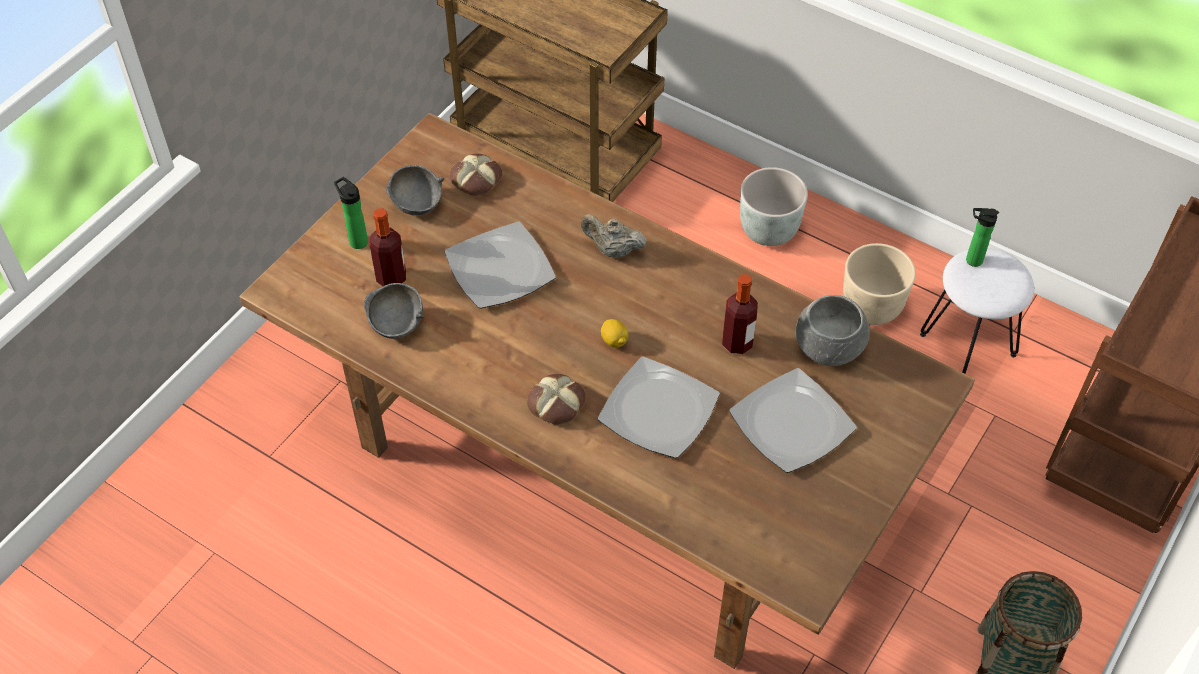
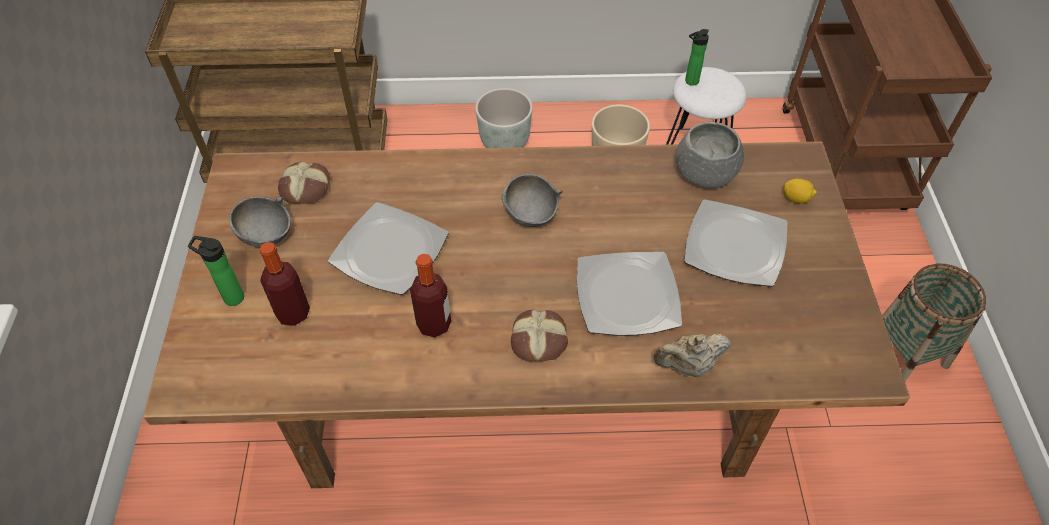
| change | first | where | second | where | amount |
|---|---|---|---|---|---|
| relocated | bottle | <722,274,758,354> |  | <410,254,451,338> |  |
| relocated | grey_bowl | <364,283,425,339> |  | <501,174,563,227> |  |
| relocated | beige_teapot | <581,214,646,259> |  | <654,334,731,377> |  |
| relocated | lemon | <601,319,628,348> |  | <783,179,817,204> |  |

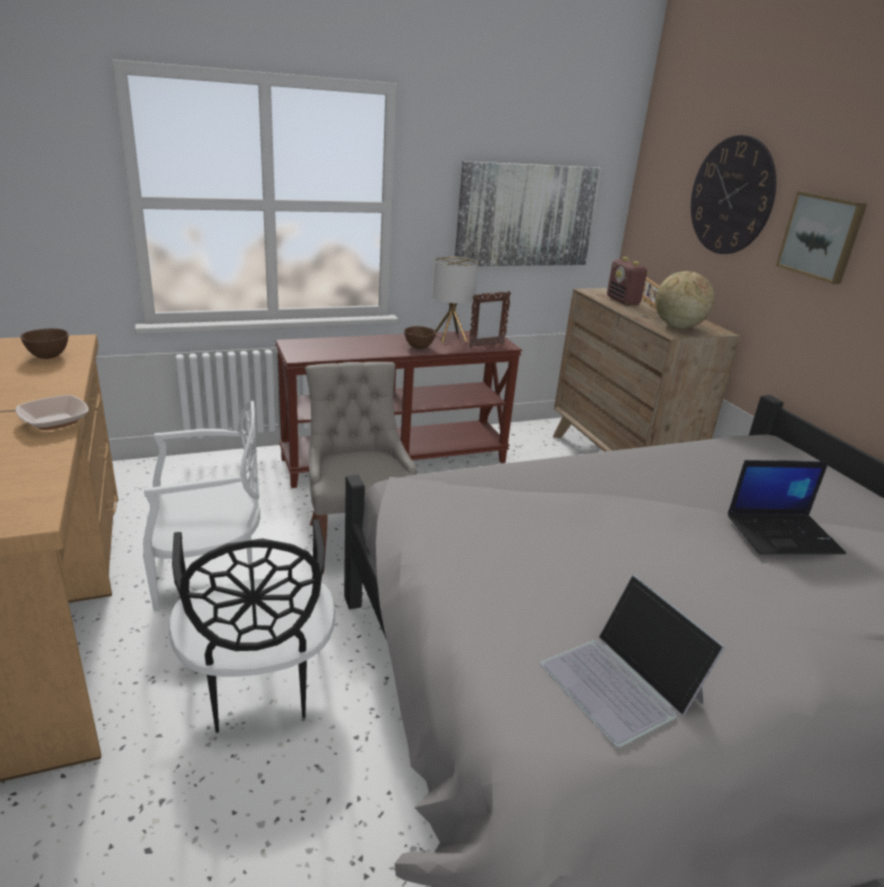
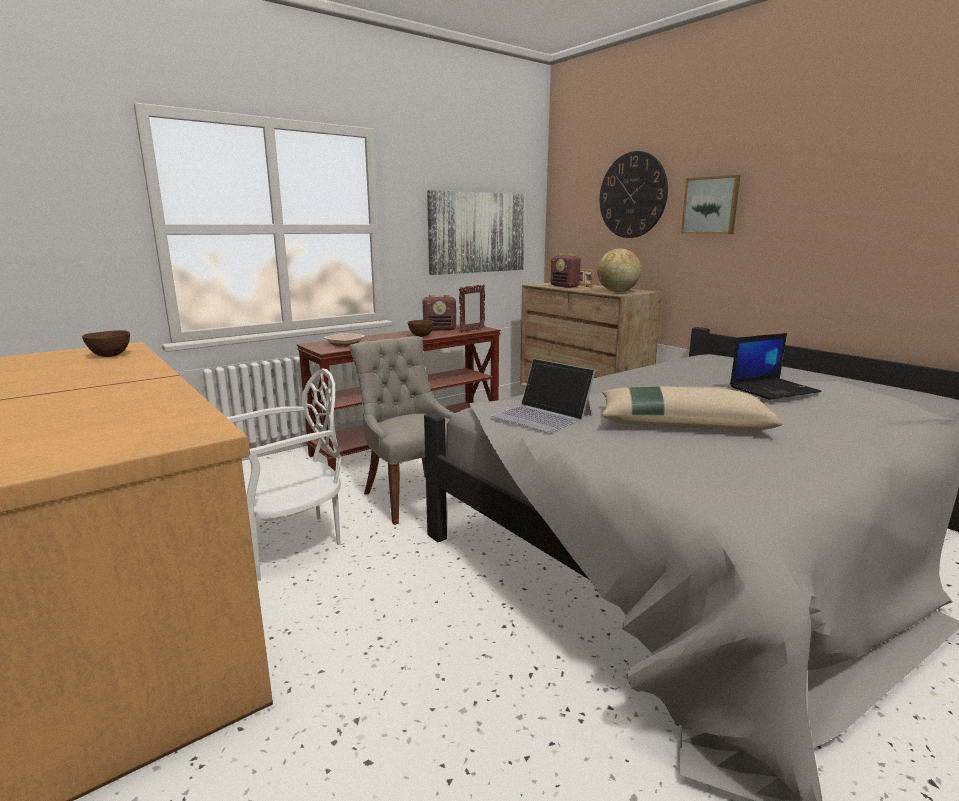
| change | first | where | second | where | amount |
|---|---|---|---|---|---|
| relocated | bowl | <16,395,89,430> |  | <324,333,364,347> |  |
| exchanged | table_lamp | <432,256,478,343> | radio | <423,294,456,331> |  |
| relocated | laptop | <540,575,725,747> |  | <490,358,596,433> |  |
| appeared |  |  | beige_pillow | <602,386,783,430> |  |
| missing | black_chair | <169,519,335,733> |  |  |  |

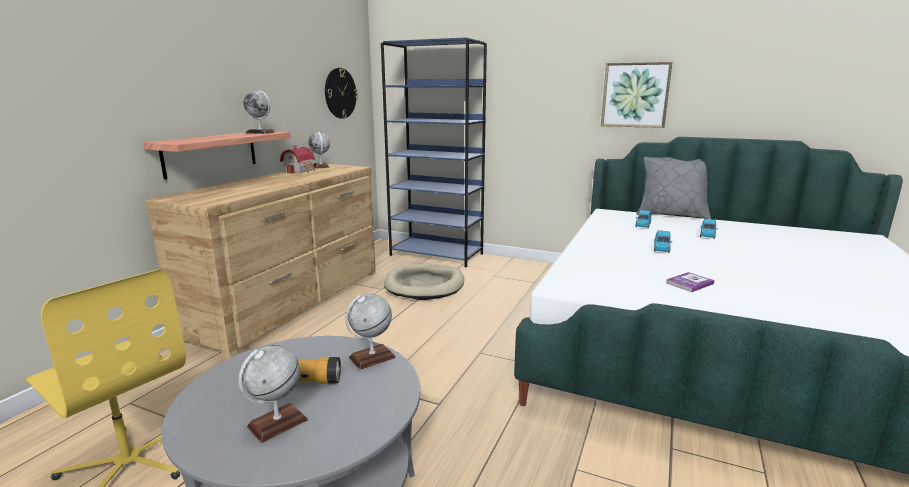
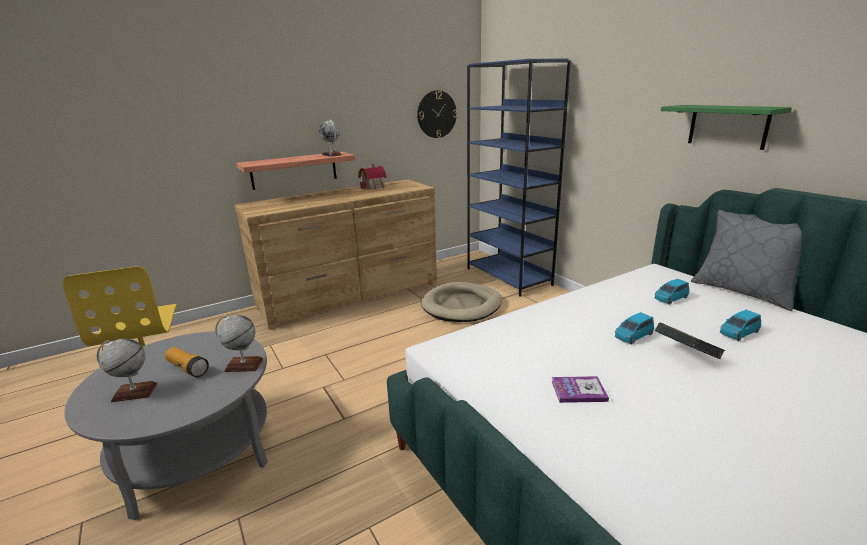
| change | first | where | second | where | amount |
|---|---|---|---|---|---|
| appeared |  |  | book | <655,323,725,359> |  |
| exchanged | picture | <601,62,673,128> | green_shelf | <661,105,792,150> |  |
| missing | globe | <308,131,330,169> |  |  |  |

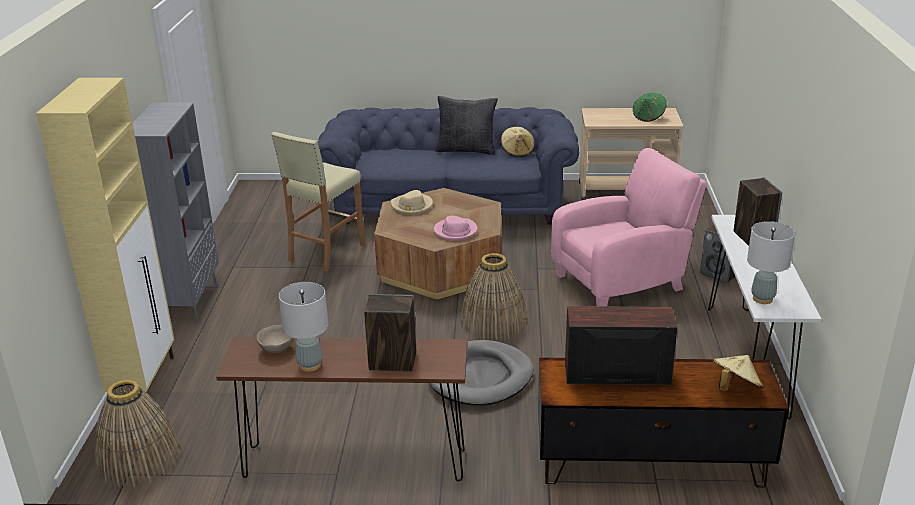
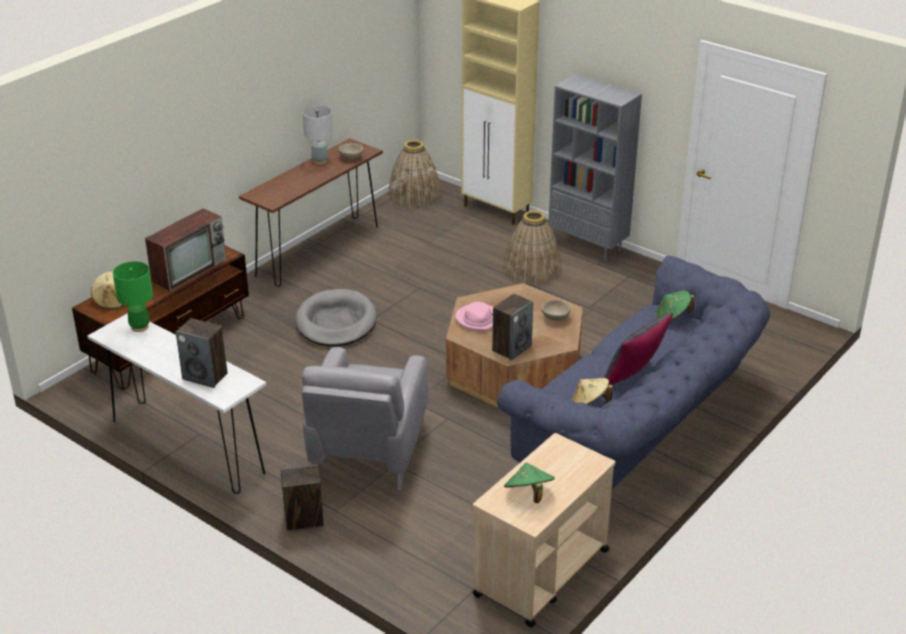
| change | first | where | second | where | amount |
|---|---|---|---|---|---|
| colour | grey_table_lamp | <747,221,795,304> | green_table_lamp | <113,261,153,332> |  |
| colour | pink_armchair | <551,148,707,306> | grey_armchair | <302,347,428,491> |  |
| relocated | speaker | <364,294,417,372> |  | <492,294,533,360> |  |
| relocated | basket | <460,253,528,341> |  | <503,211,561,285> |  |
| exchanged | beige_hat | <391,190,433,215> | beige_bowl | <542,300,570,321> |  |
| appeared |  |  | green_hat | <656,291,695,320> |  |
| missing | beige_stool | <271,132,365,272> |  |  |  |

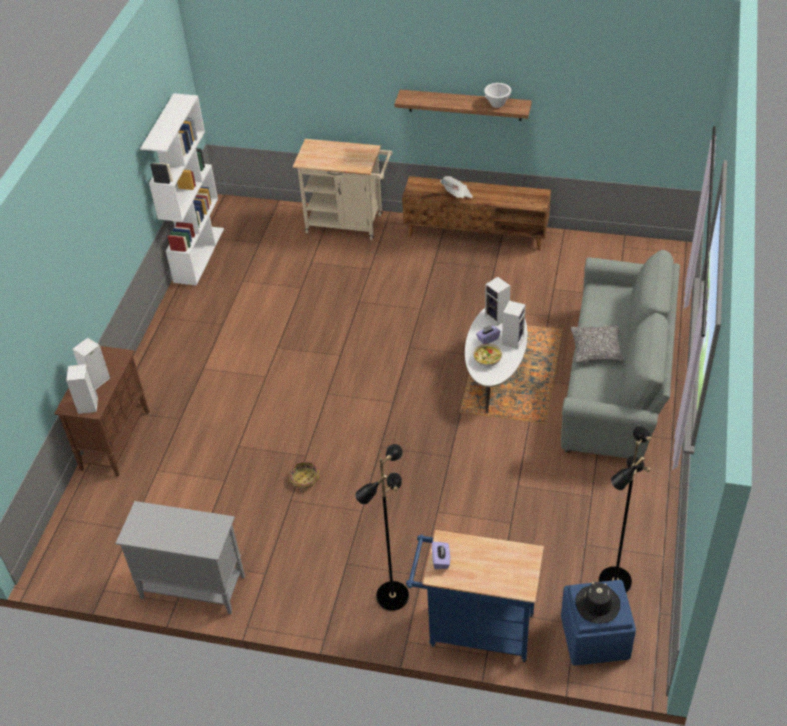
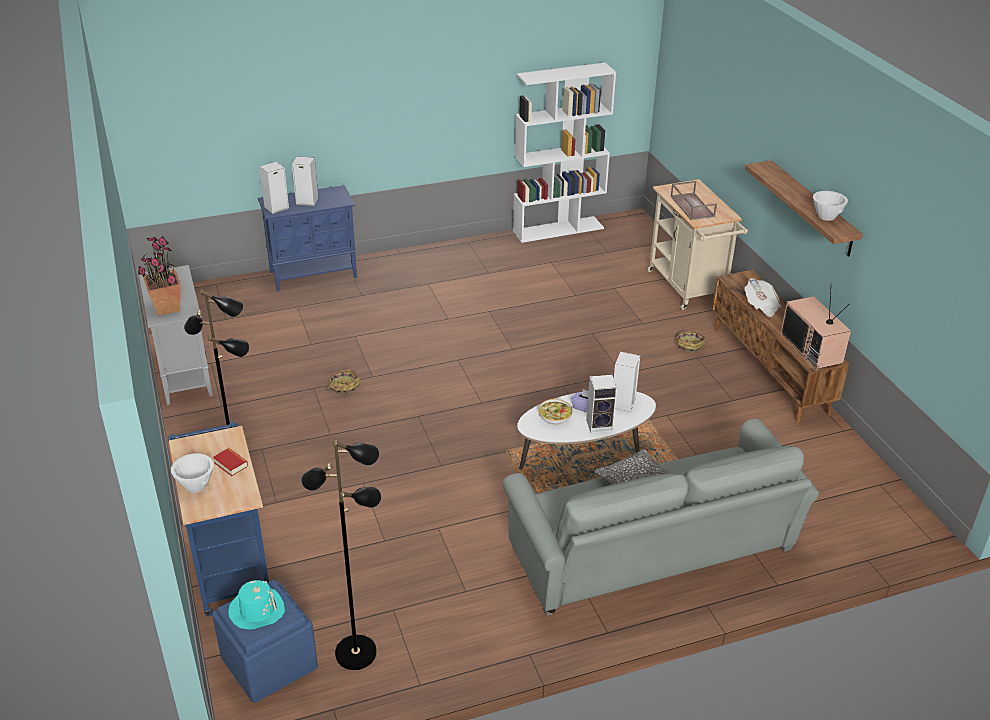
| change | first | where | second | where | amount |
|---|---|---|---|---|---|
| appeared |  |  | potted_plant | <138,237,181,316> |  |
| appeared |  |  | white_bowl | <171,454,214,493> |  |
| appeared |  |  | book | <213,448,248,476> |  |
| colour | black_hat | <576,582,620,624> | turquoise_hat | <228,580,285,629> |  |
| colour | brown_cabinet | <54,346,149,477> | blue_cabinet | <258,185,357,292> |  |
| appeared |  |  | brown_tray | <671,181,717,220> |  |
| appeared |  |  | basket | <676,330,706,353> |  |
| appeared |  |  | television | <781,284,851,369> |  |
| missing | purple_tissue_box | <432,542,450,569> |  |  |  |

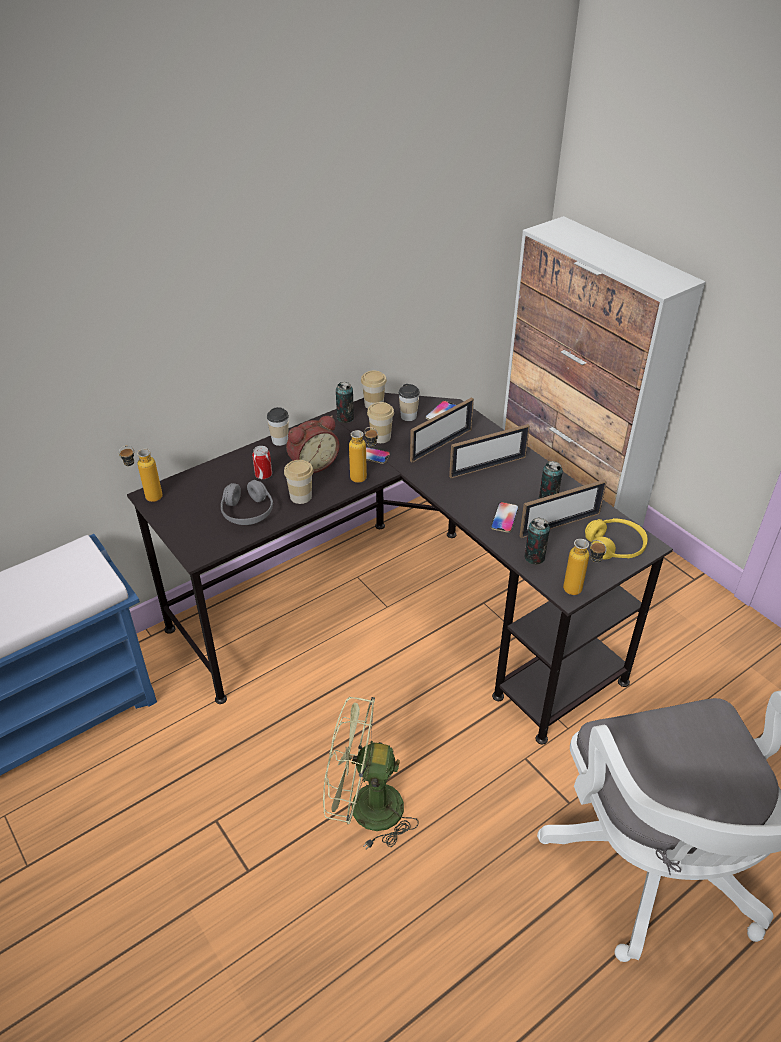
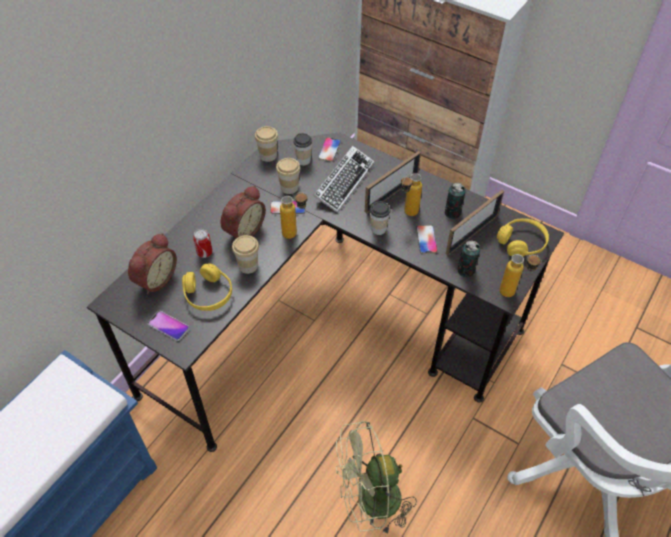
| change | first | where | second | where | amount |
|---|---|---|---|---|---|
| appeared |  |  | alarm_clock | <128,233,177,295> |  |
| appeared |  |  | phone | <148,311,189,341> |  |
| colour | grey_headphones | <221,480,273,525> | yellow_headphones | <182,264,232,311> |  |
| exchanged | picture_frame | <410,397,474,463> | keyboard | <313,146,375,213> |  |
| relocated | cup | <267,407,289,446> |  | <370,201,391,235> |  |
| relocated | bottle | <119,446,163,502> |  | <401,173,422,216> |  |
| missing | can | <336,382,354,423> |  |  |  |

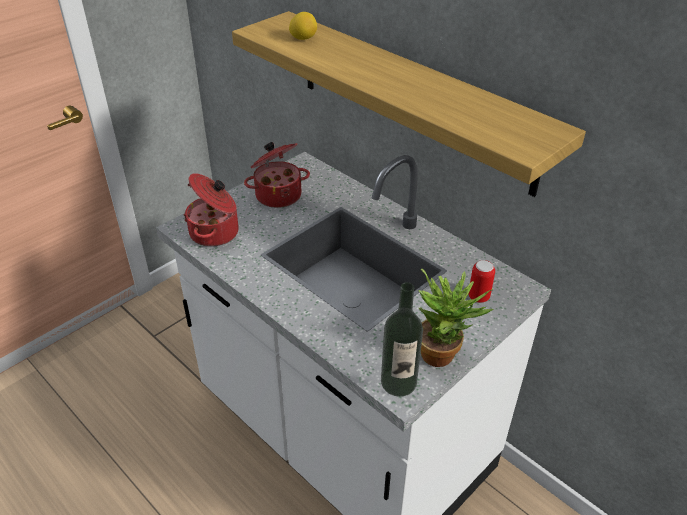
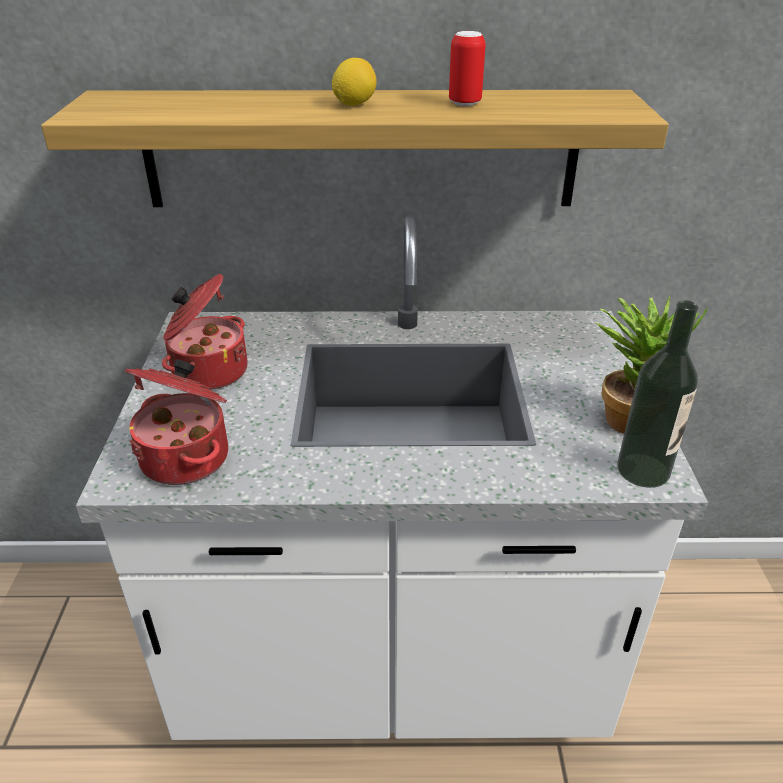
| change | first | where | second | where | amount |
|---|---|---|---|---|---|
| relocated | lemon | <289,12,317,40> |  | <332,58,377,106> |  |
| relocated | can | <468,260,495,303> |  | <449,31,486,106> |  |

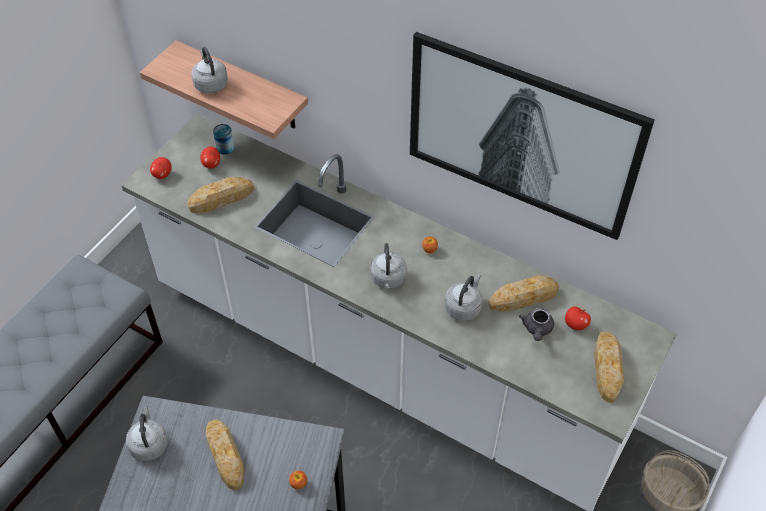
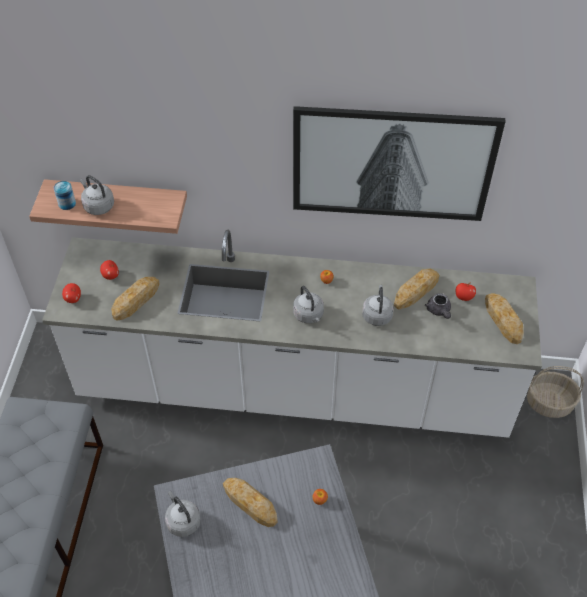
| change | first | where | second | where | amount |
|---|---|---|---|---|---|
| relocated | can | <213,124,234,155> |  | <53,181,76,210> |  |

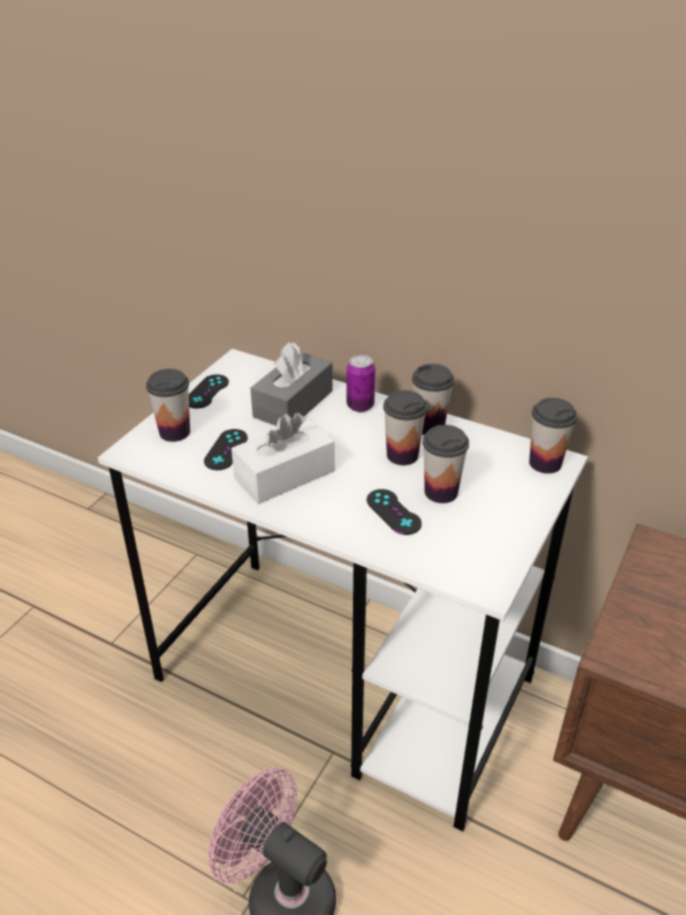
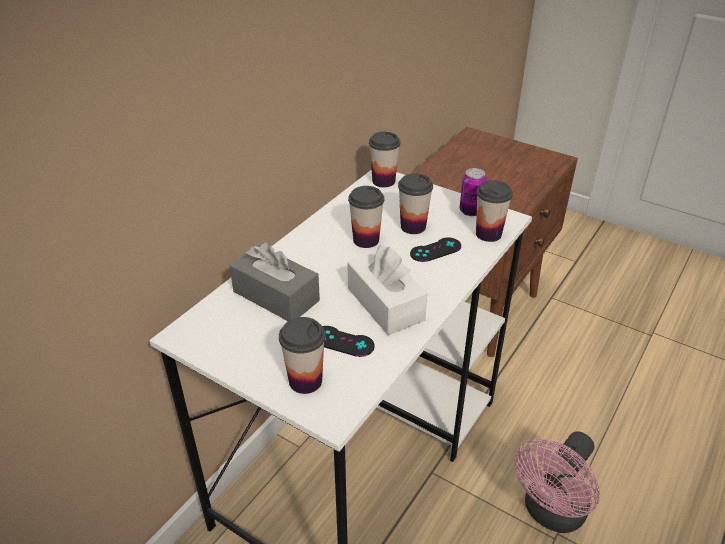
| change | first | where | second | where | amount |
|---|---|---|---|---|---|
| relocated | can | <346,355,375,412> |  | <460,168,487,216> |  |
| relocated | cup | <412,364,454,435> |  | <476,180,513,242> |  |
| missing | black_game_controller | <189,374,229,409> |  |  |  |

